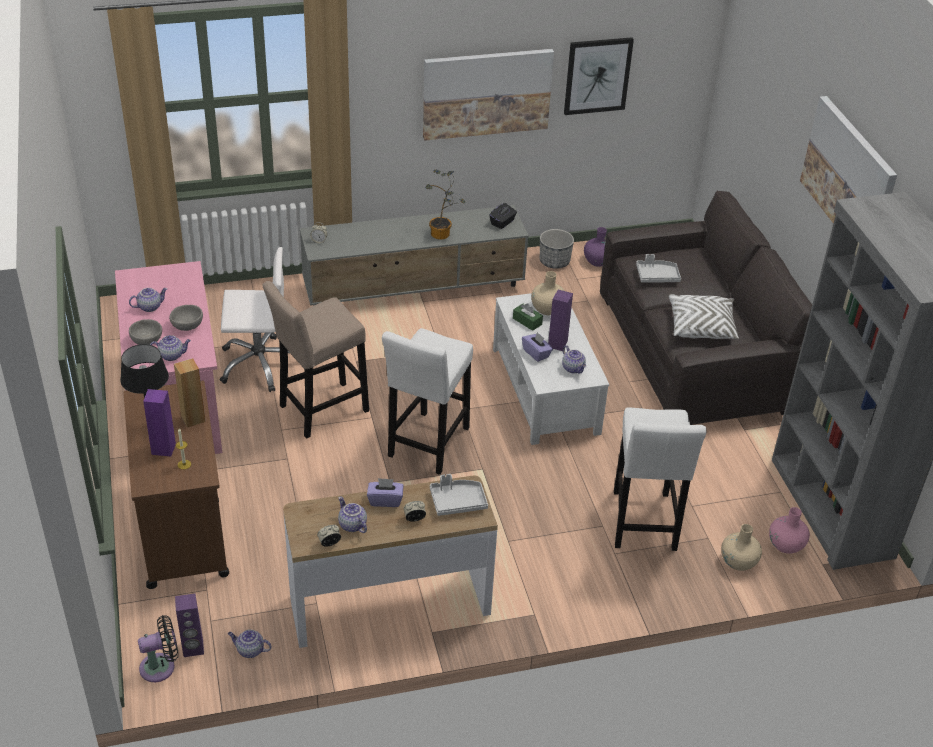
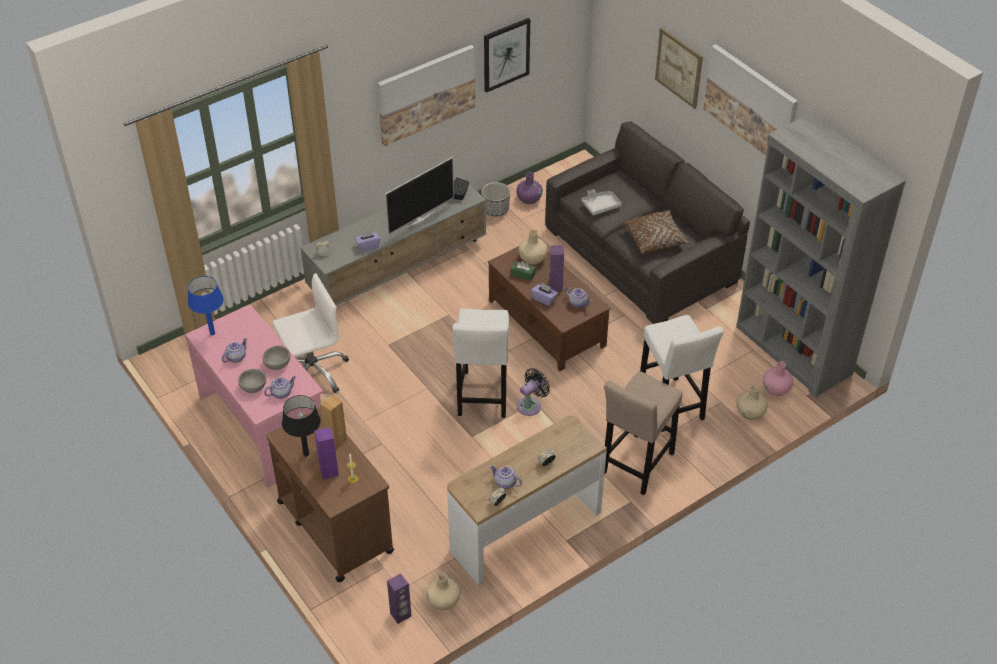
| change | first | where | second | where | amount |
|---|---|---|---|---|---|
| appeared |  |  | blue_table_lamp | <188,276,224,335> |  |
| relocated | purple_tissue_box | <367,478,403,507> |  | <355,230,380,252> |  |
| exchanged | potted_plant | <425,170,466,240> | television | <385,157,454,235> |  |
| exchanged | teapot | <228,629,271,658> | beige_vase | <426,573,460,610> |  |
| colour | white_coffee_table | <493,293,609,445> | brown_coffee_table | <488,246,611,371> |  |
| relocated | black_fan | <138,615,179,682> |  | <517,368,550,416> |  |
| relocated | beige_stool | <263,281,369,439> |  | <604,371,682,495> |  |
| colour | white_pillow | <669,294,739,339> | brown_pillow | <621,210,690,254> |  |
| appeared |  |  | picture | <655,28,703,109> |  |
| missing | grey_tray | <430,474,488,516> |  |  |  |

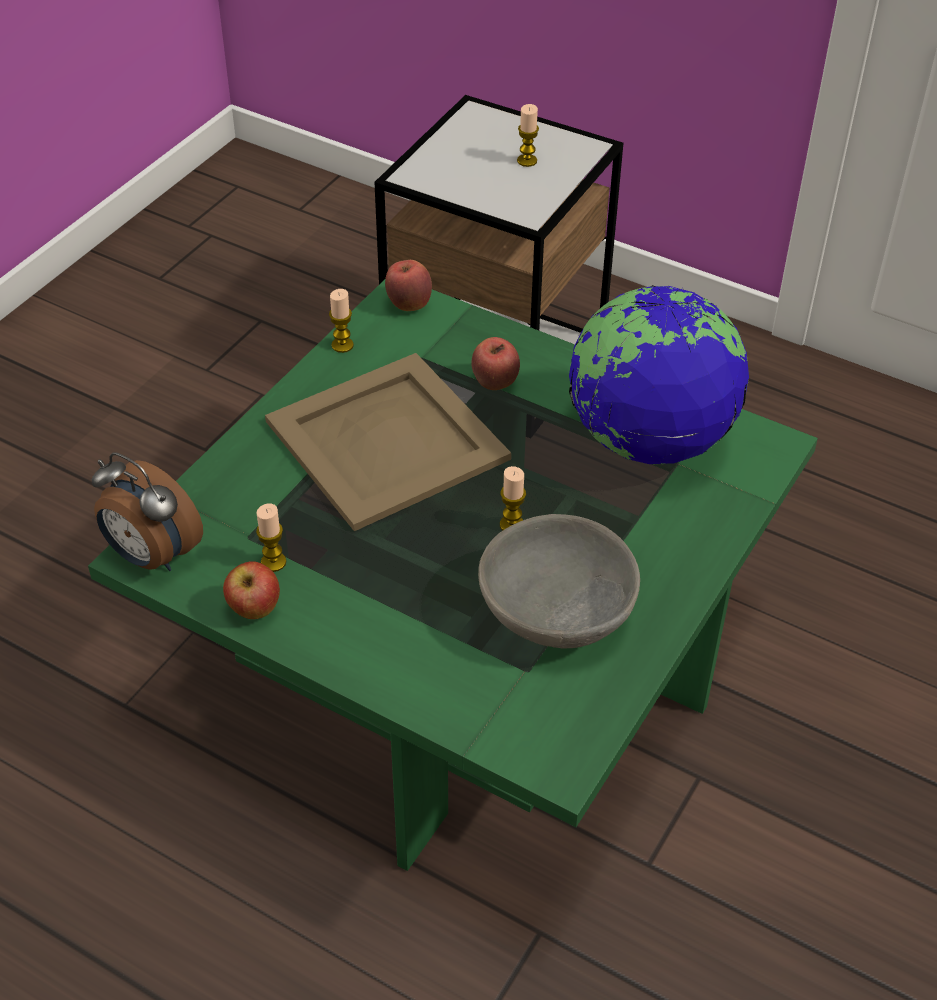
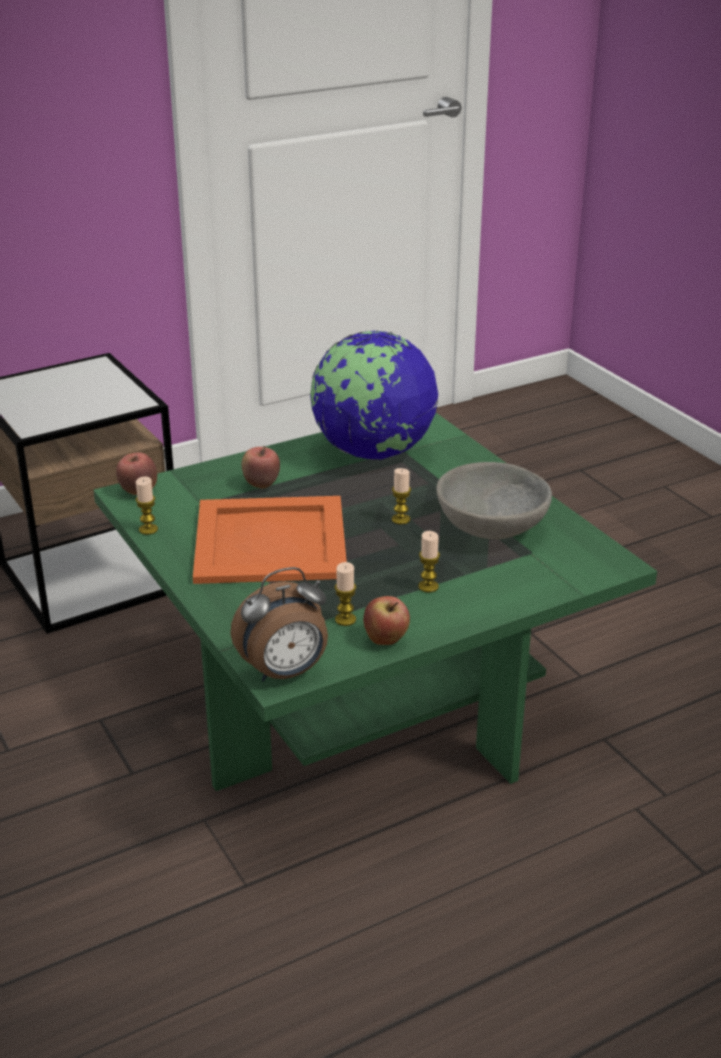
| change | first | where | second | where | amount |
|---|---|---|---|---|---|
| colour | beige_tray | <265,353,511,531> | orange_tray | <193,496,347,584> |  |
| relocated | candle | <517,104,539,167> |  | <418,531,440,592> |  |

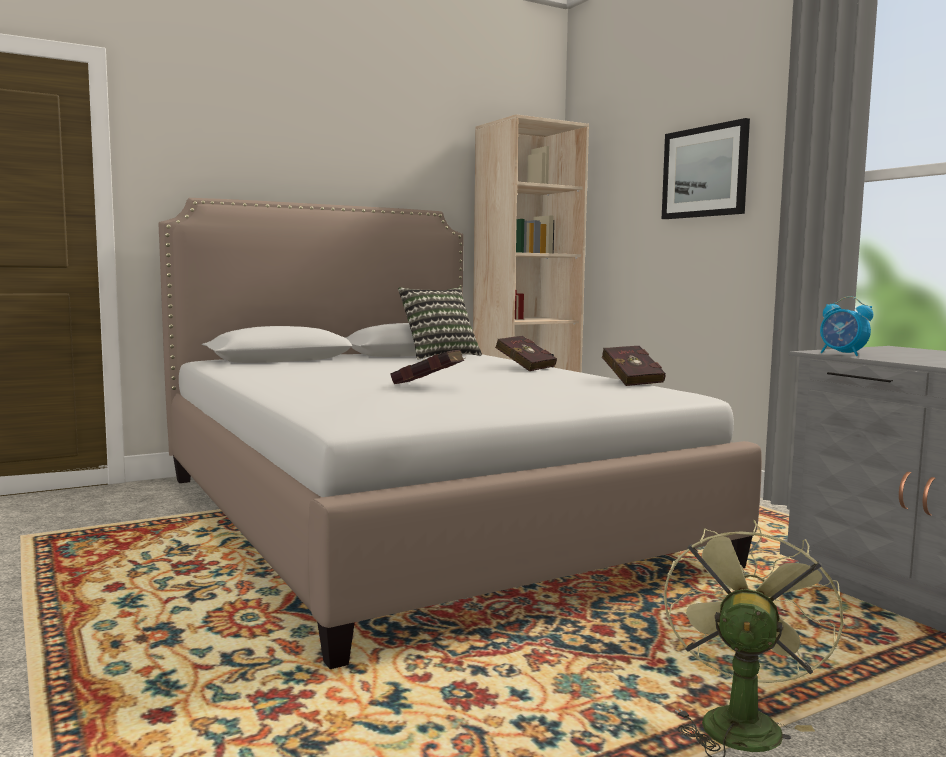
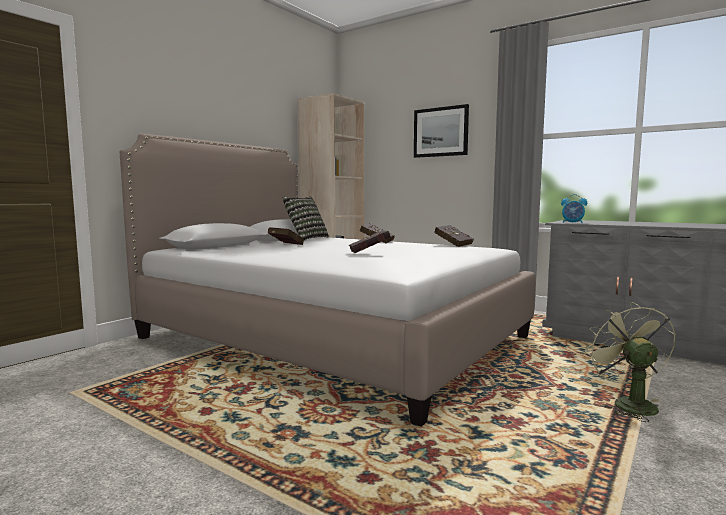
| change | first | where | second | where | amount |
|---|---|---|---|---|---|
| appeared |  |  | red_book | <268,227,304,245> |  |

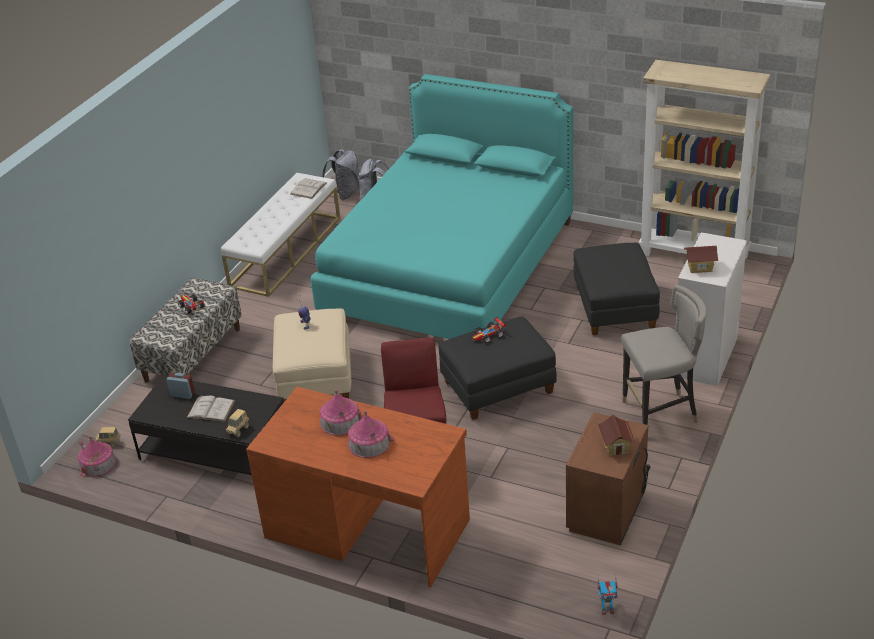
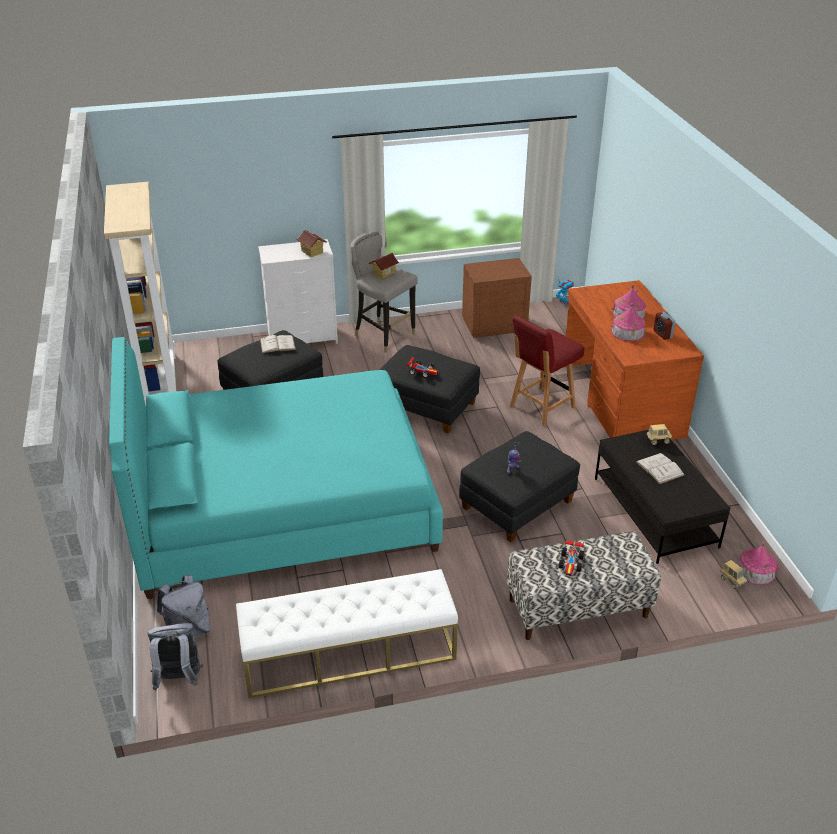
| change | first | where | second | where | amount |
|---|---|---|---|---|---|
| relocated | white_book | <290,178,327,199> |  | <260,335,296,353> |  |
| relocated | toy_house | <598,415,635,456> |  | <368,253,399,279> |  |
| colour | beige_ottoman | <273,308,351,402> | black_ottoman | <459,431,580,542> |  |
| relocated | alarm_clock | <166,373,195,399> |  | <653,312,675,340> |  |

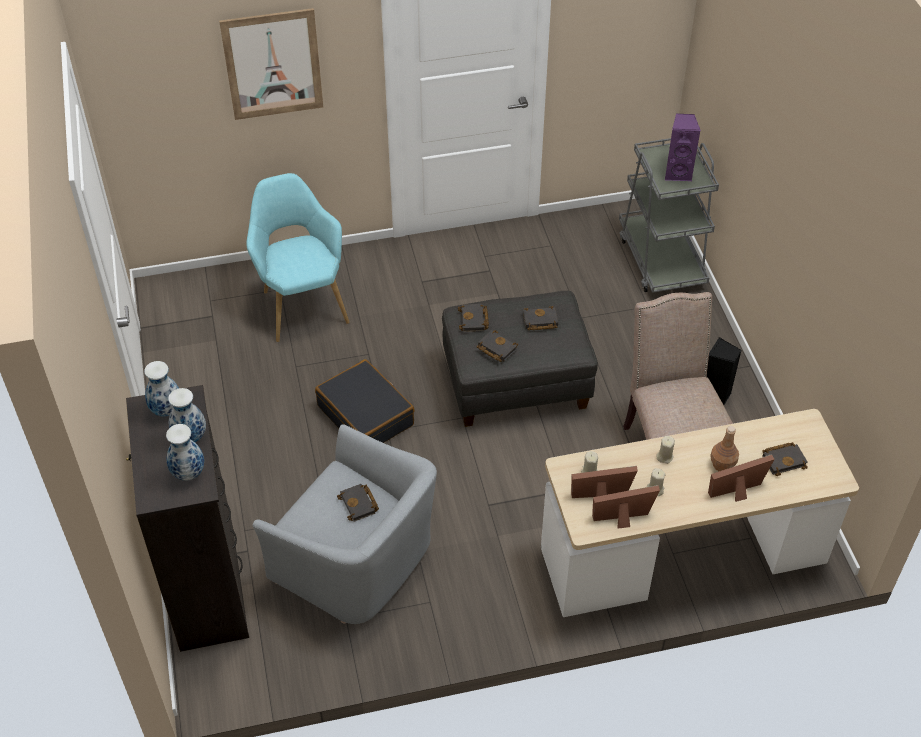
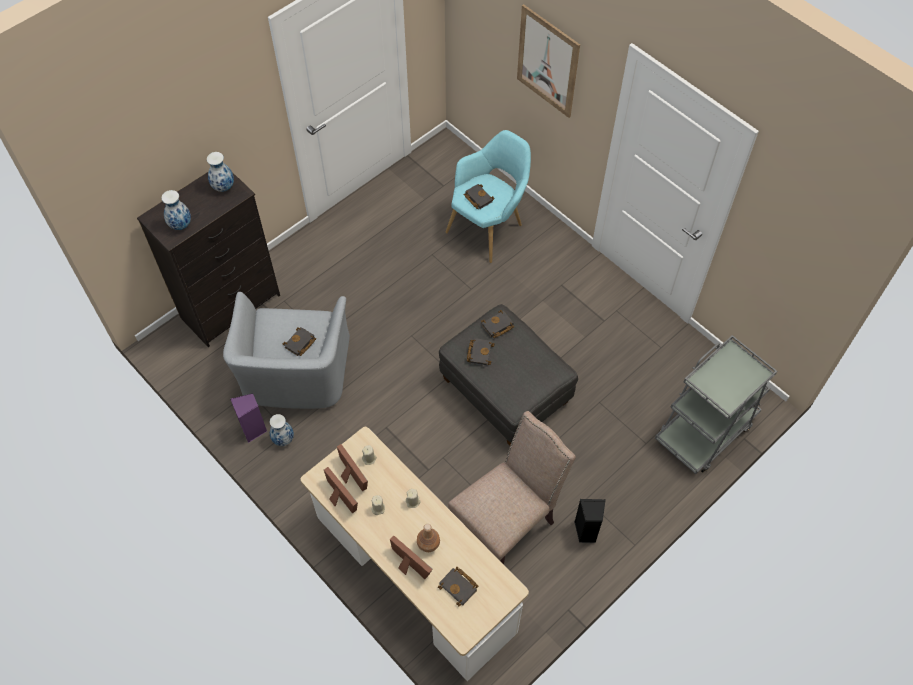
| change | first | where | second | where | amount |
|---|---|---|---|---|---|
| relocated | purple_speaker | <665,113,701,181> |  | <230,393,267,443> |  |
| relocated | vase | <168,388,206,442> |  | <270,414,294,446> |  |
| relocated | black_book | <523,306,558,330> |  | <464,184,495,209> |  |
| missing | black_suitcase | <315,359,415,443> |  |  |  |

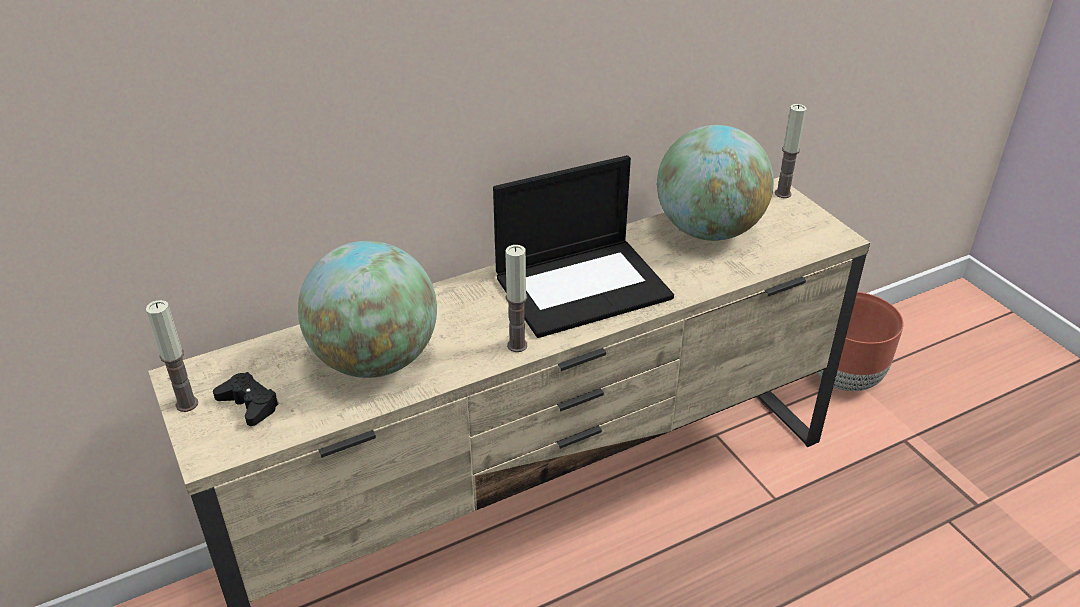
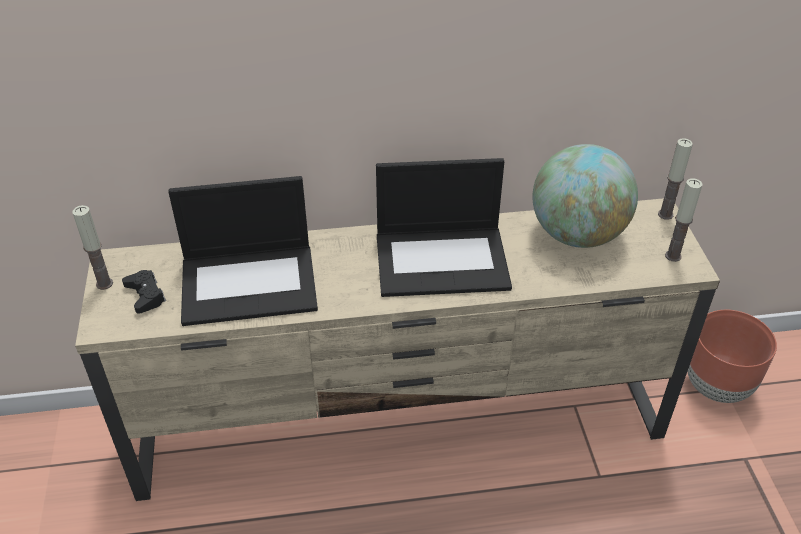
| change | first | where | second | where | amount |
|---|---|---|---|---|---|
| exchanged | globe | <298,241,437,378> | laptop | <169,176,318,326> |  |
| relocated | candle | <505,245,527,352> |  | <665,178,703,262> |  |

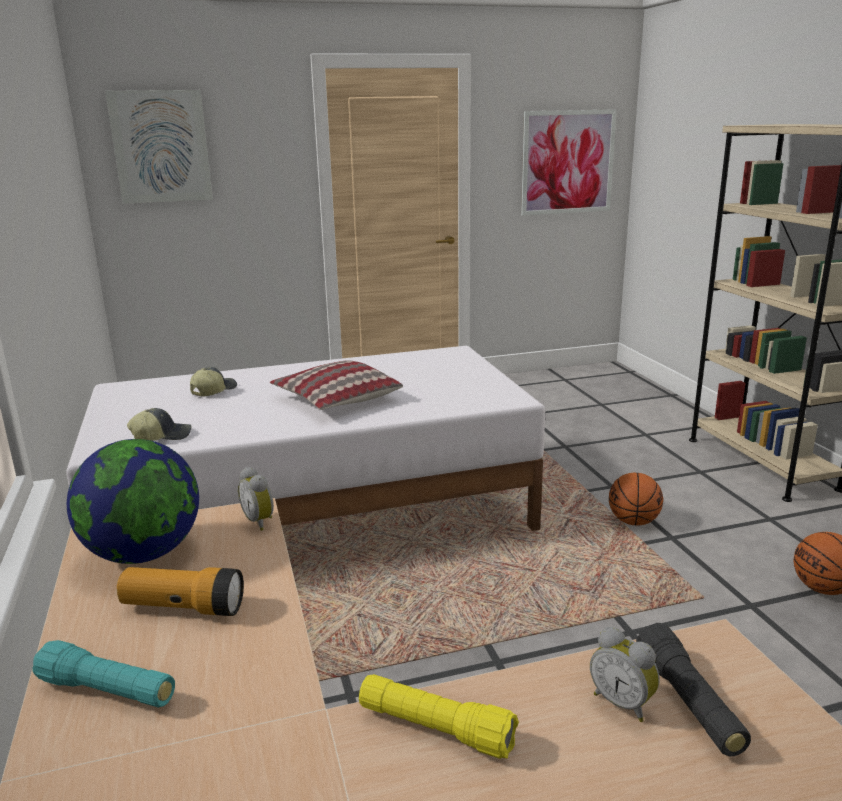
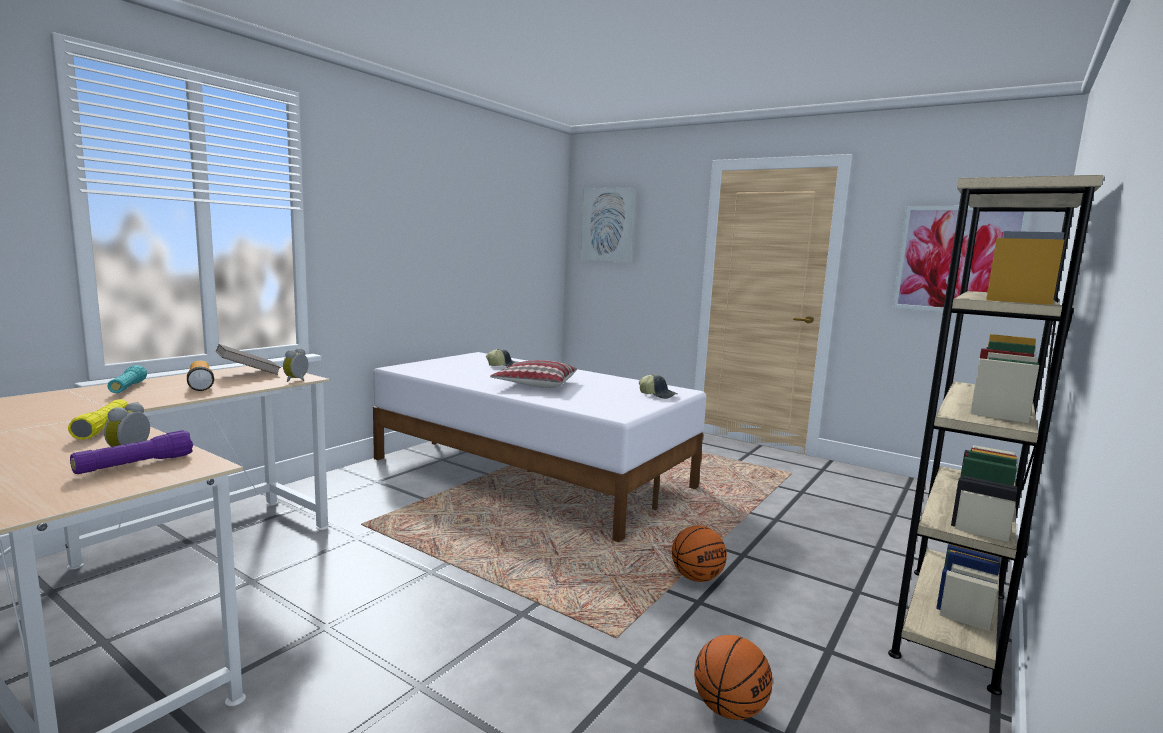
| change | first | where | second | where | amount |
|---|---|---|---|---|---|
| colour | black_flashlight | <636,623,751,756> | purple_flashlight | <70,430,193,474> |  |
| exchanged | globe | <67,439,199,564> | brown_book | <216,344,281,375> |  |
| relocated | cap | <127,408,191,441> |  | <639,374,678,399> |  |

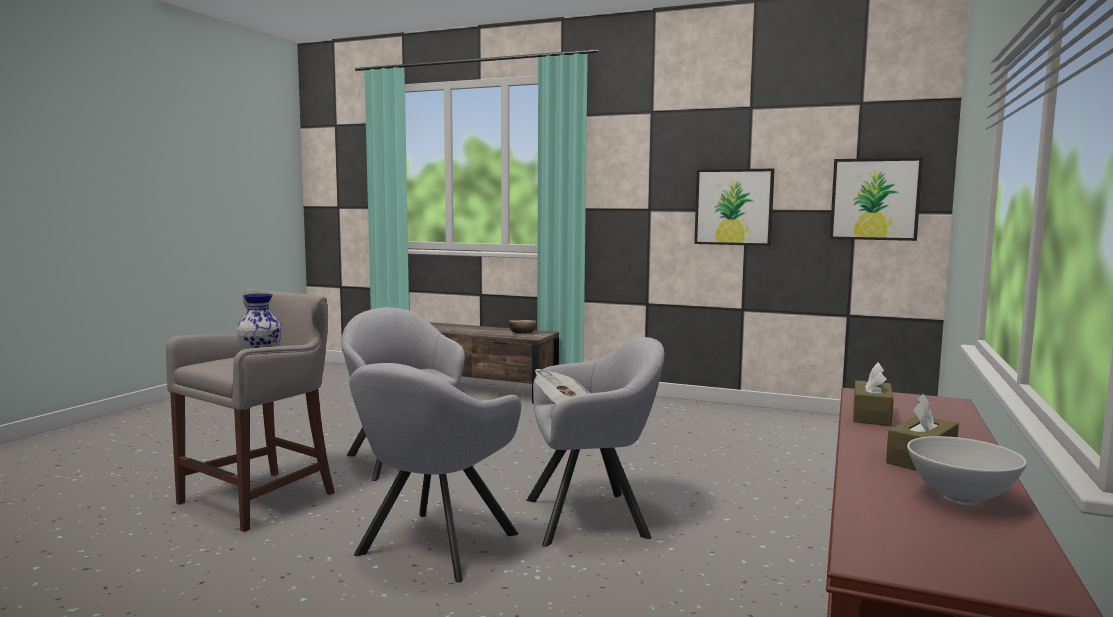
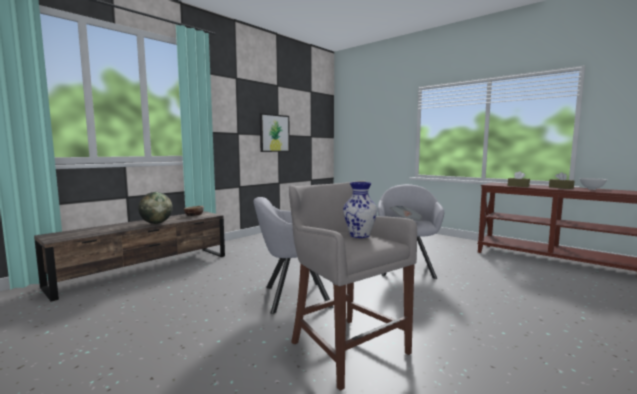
| change | first | where | second | where | amount |
|---|---|---|---|---|---|
| appeared |  |  | globe | <138,192,173,224> |  |
| missing | grey_armchair | <349,363,521,582> |  |  |  |
| missing | picture | <830,158,923,241> |  |  |  |

